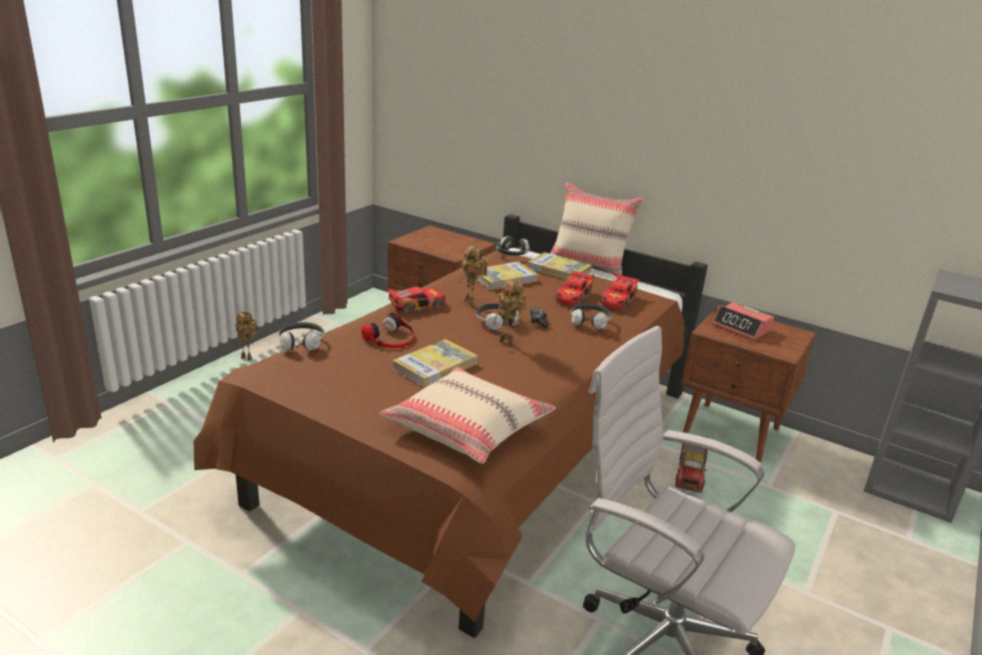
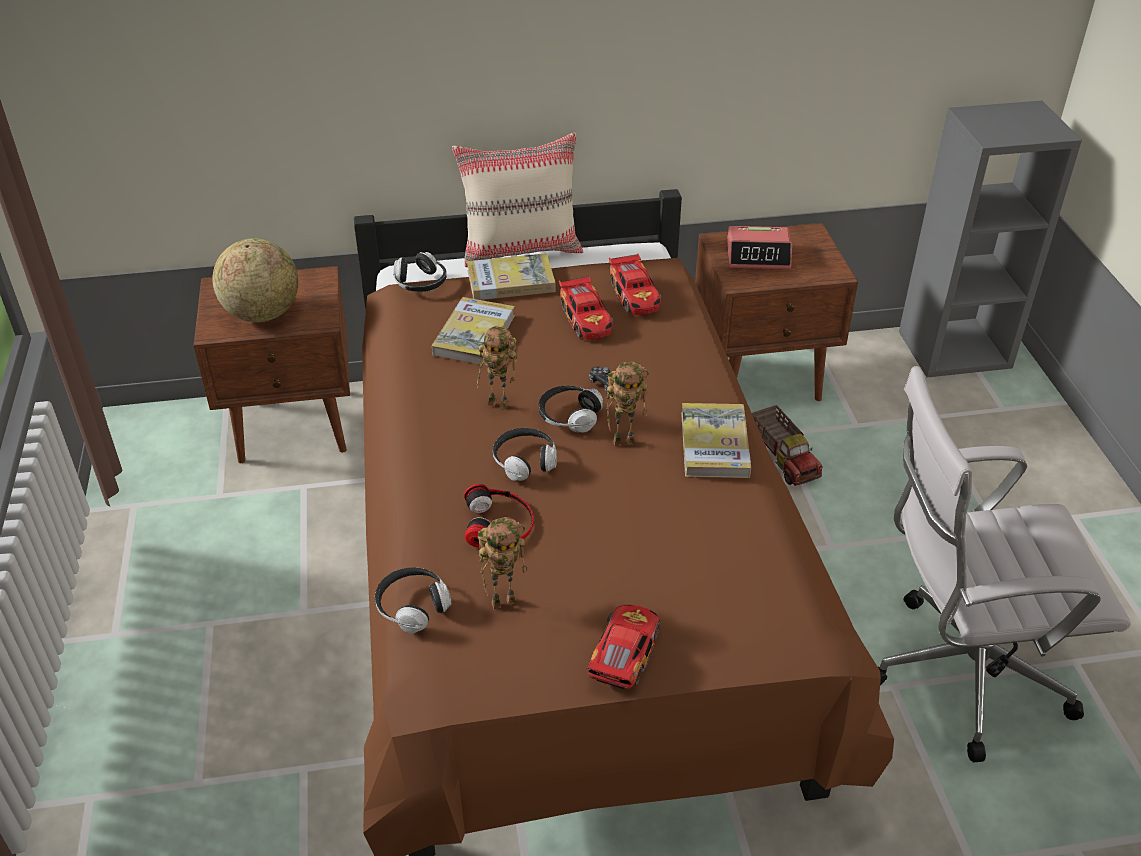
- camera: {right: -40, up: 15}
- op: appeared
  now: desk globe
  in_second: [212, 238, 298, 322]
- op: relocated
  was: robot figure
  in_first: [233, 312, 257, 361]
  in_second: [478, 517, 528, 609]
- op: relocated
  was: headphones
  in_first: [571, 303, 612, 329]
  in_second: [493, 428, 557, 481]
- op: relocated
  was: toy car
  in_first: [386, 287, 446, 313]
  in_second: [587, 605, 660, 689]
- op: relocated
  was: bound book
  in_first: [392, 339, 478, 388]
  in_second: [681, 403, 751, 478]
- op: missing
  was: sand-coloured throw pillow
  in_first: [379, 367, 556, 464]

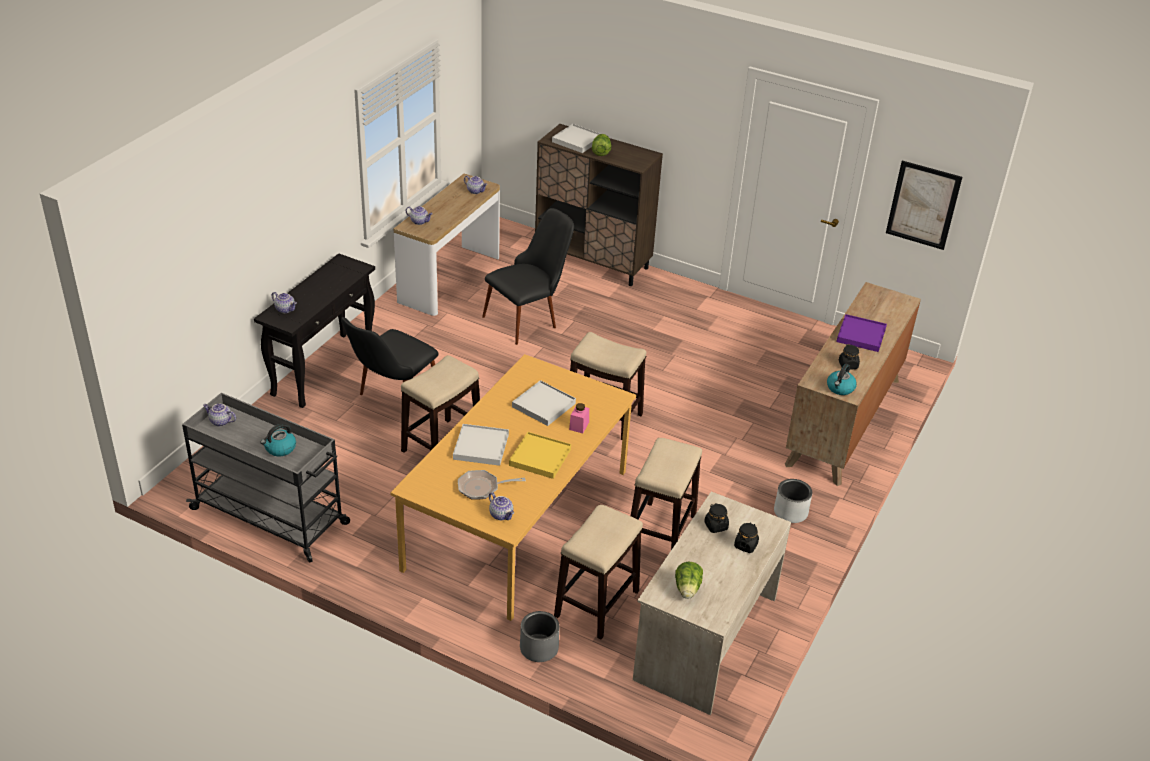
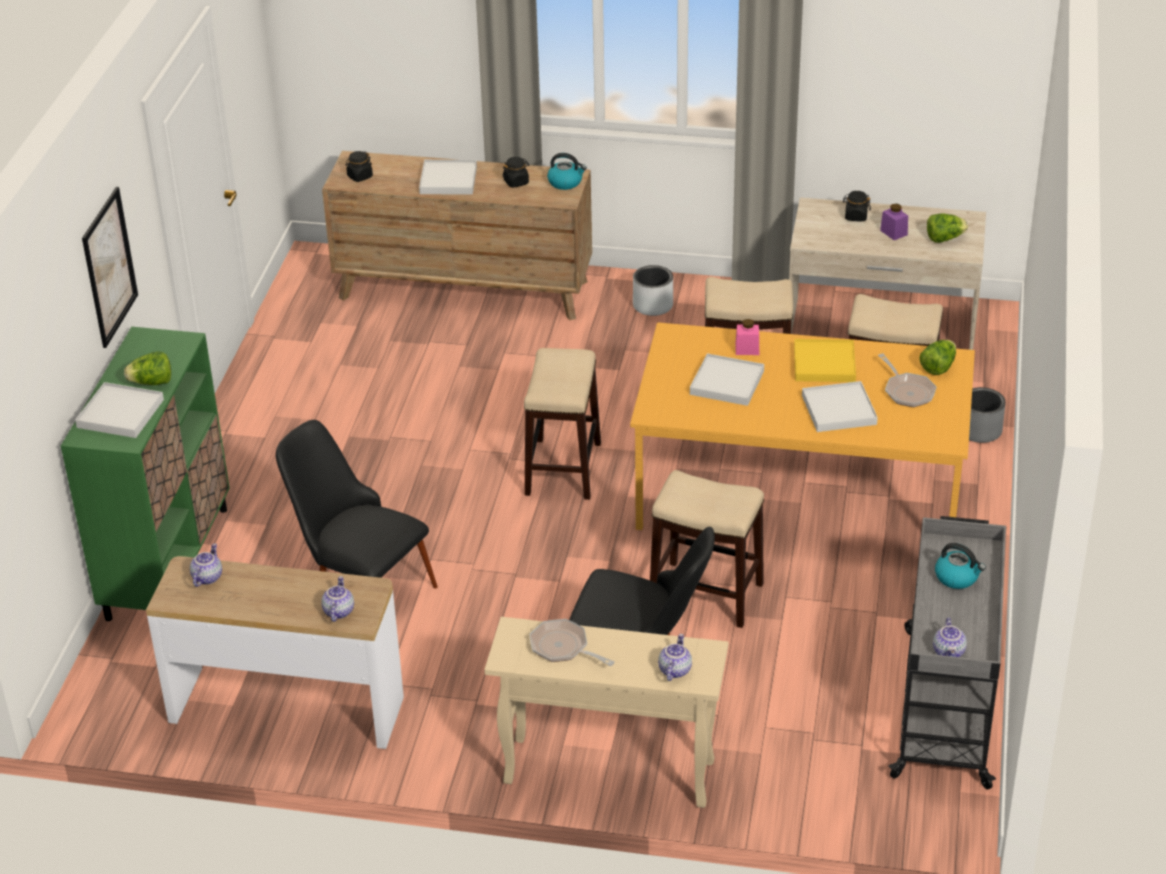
- camera: {right: -105, up: 0}
- op: colour
  was: brownish cupboard
  now: green cupboard
  in_first: [535, 124, 663, 286]
  in_second: [61, 327, 230, 621]
- op: relocated
  was: wall picture
  in_first: [886, 160, 962, 250]
  in_second: [82, 187, 138, 348]
- op: relocated
  was: black-coloured preserve jar
  in_first: [704, 503, 729, 533]
  in_second: [346, 151, 373, 182]
- op: colour
  was: purple tray
  now: white tray
  in_first: [836, 314, 887, 352]
  in_second: [419, 160, 477, 194]
- op: colour
  was: black-coloured narrow table
  now: sand-coloured narrow table
  in_first: [254, 253, 375, 408]
  in_second: [484, 617, 728, 808]
- op: appeared
  now: skillet
  in_second: [530, 619, 615, 666]
- op: appeared
  now: purple preserve jar
  in_second: [880, 204, 908, 240]
- op: exchanged
  was: teapot
  now: lettuce head
  in_first: [489, 492, 514, 520]
  in_second: [919, 340, 956, 375]

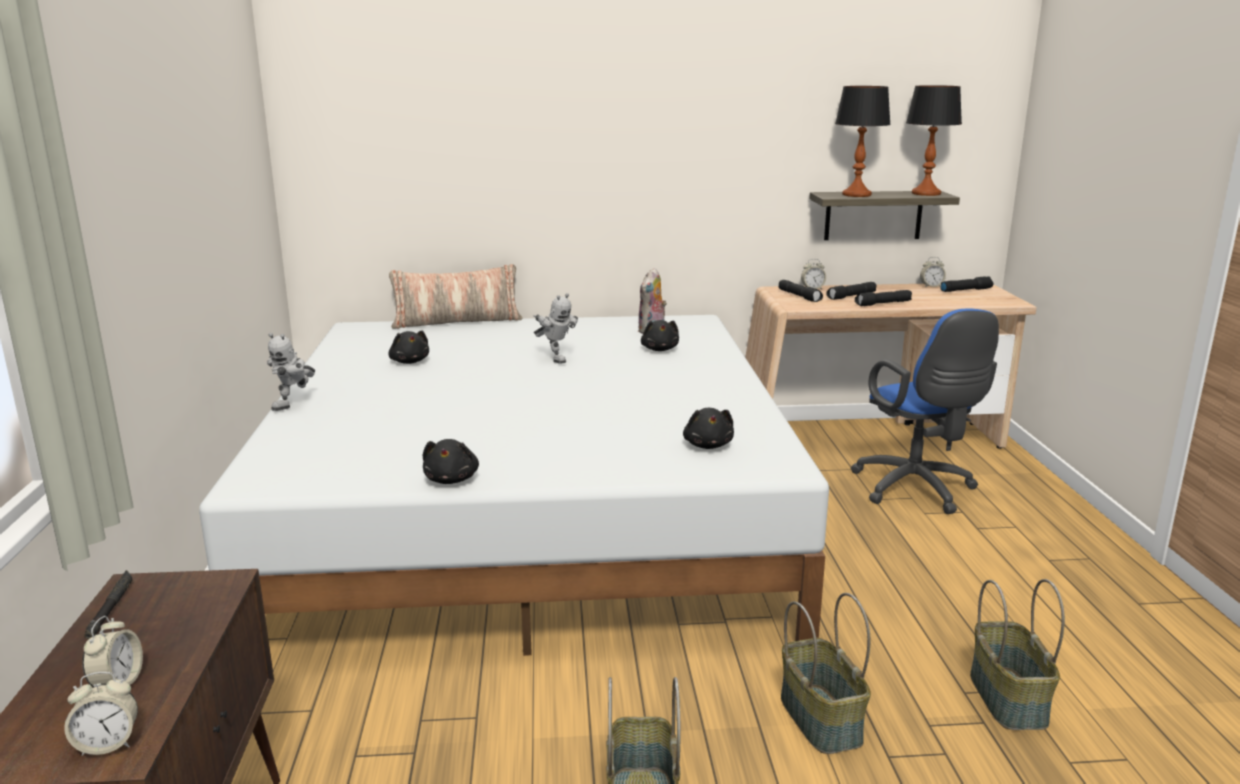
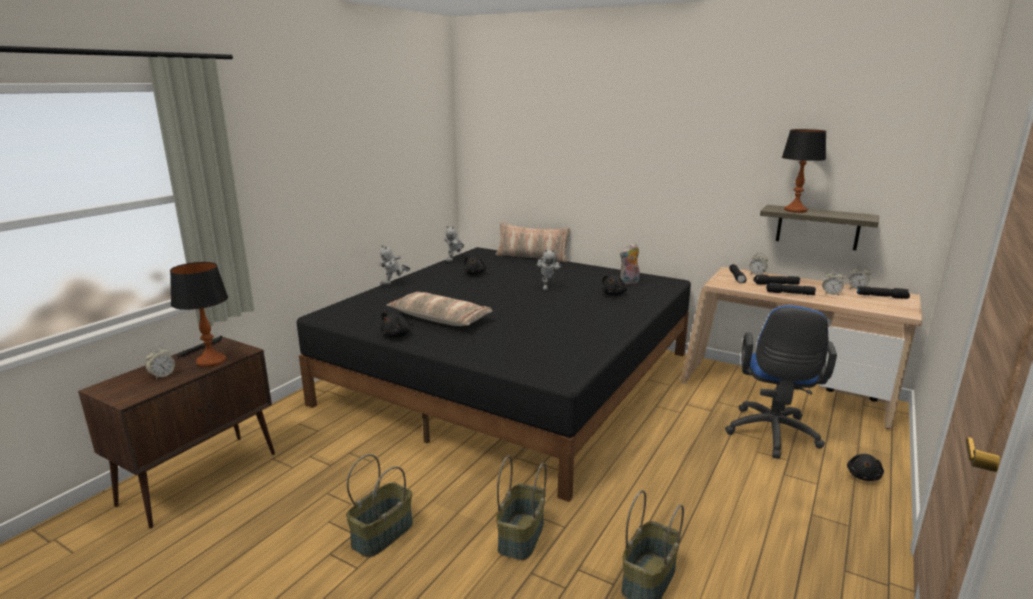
- camera: {right: 35, up: 0}
- op: relocated
  was: tabletop lamp
  in_first: [906, 85, 962, 196]
  in_second: [170, 262, 228, 367]
- op: colour
  was: white sleeping bed
  now: black-coloured sleeping bed
  in_first: [199, 315, 829, 656]
  in_second: [297, 247, 691, 502]
- op: appeared
  now: throw pillow
  in_second: [387, 292, 493, 326]
- op: appeared
  now: robot figure
  in_second: [444, 226, 464, 262]
- op: relocated
  was: bedside clock
  in_first: [64, 672, 138, 756]
  in_second: [822, 270, 844, 295]
- op: relocated
  was: black-coloured soft toy
  in_first: [683, 408, 734, 449]
  in_second: [847, 454, 884, 481]

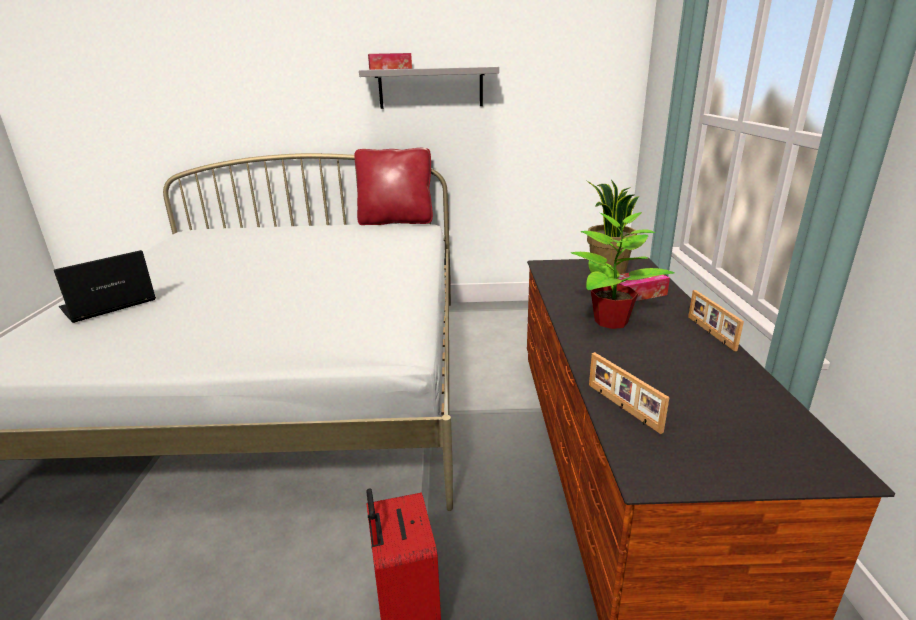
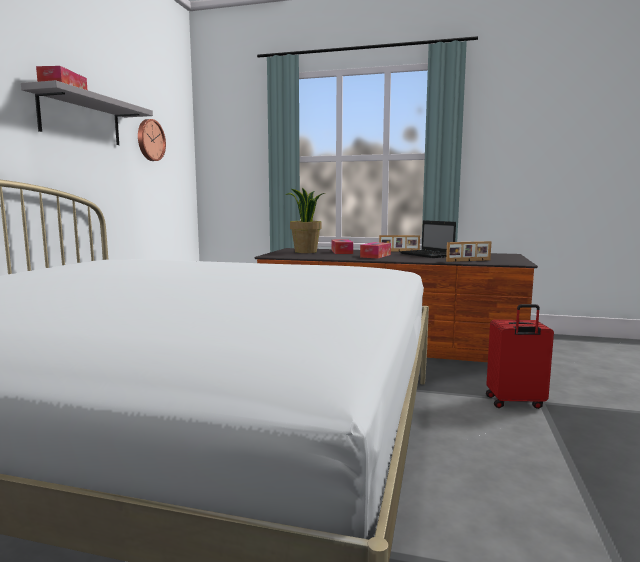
- camera: {right: -75, up: -15}
- op: appeared
  now: wall clock
  in_second: [138, 119, 166, 161]
- op: exchanged
  was: plant in a pot
  now: box of tissues
  in_first: [571, 209, 675, 329]
  in_second: [360, 242, 391, 259]
- op: relocated
  was: laptop
  in_first: [54, 250, 156, 323]
  in_second: [400, 220, 456, 258]
- op: missing
  was: reddish throw pillow
  in_first: [354, 148, 433, 225]

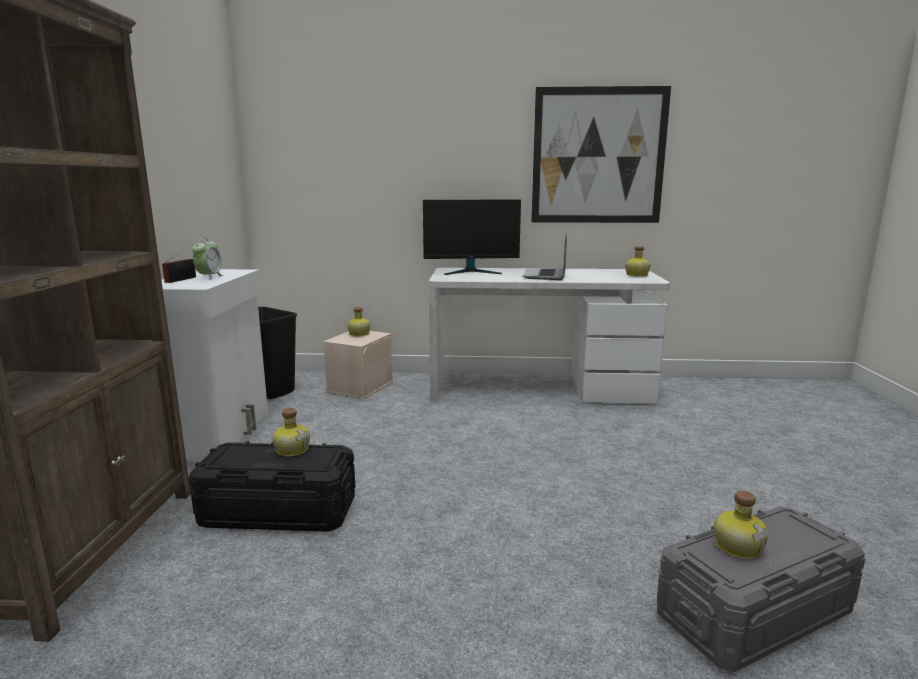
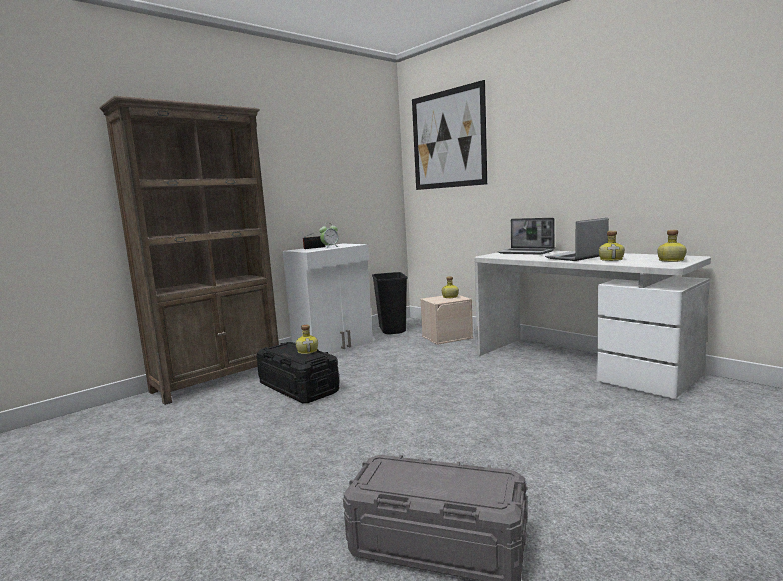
- camera: {right: 45, up: -5}
- op: relocated
  was: wall picture
  in_first: [531, 86, 671, 223]
  in_second: [412, 80, 487, 190]
- op: exchanged
  was: computer screen
  now: laptop
  in_first: [423, 200, 521, 275]
  in_second: [497, 218, 554, 255]
- op: relocated
  was: beverage bottle
  in_first: [714, 490, 769, 559]
  in_second: [599, 231, 625, 261]

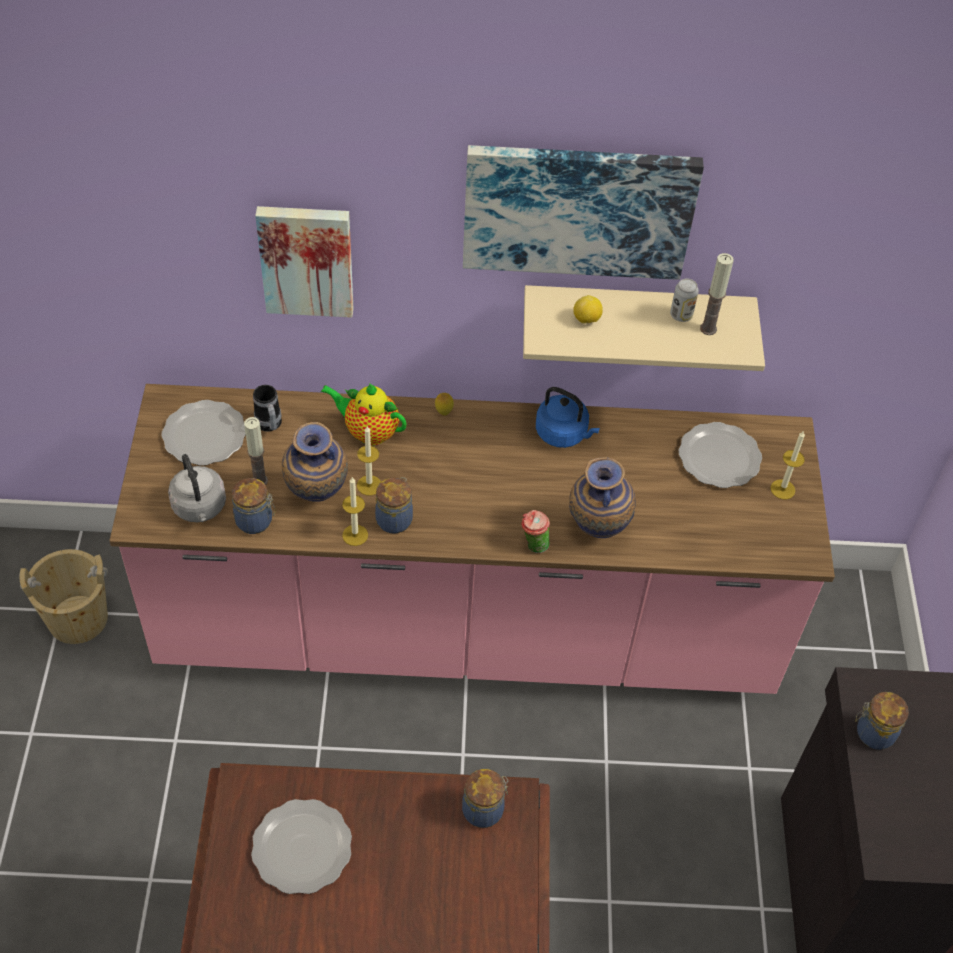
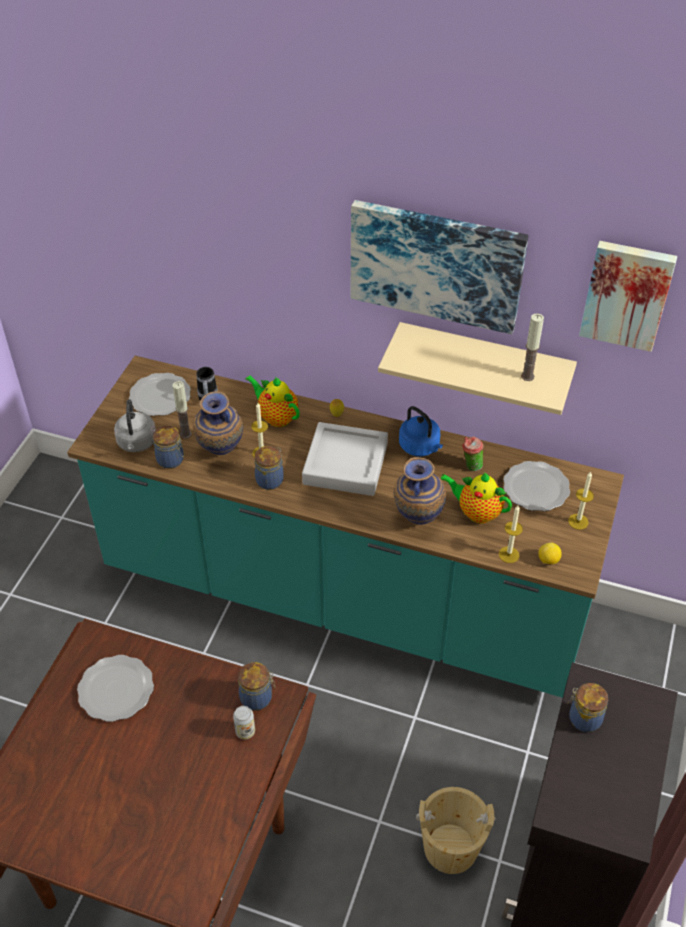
- camera: {right: 20, up: -5}
- op: colour
  was: pinkish kitchen counter
  now: turquoise kitchen counter
  in_first: [109, 384, 835, 694]
  in_second: [67, 356, 624, 698]
- op: relocated
  was: sealed can
  in_first: [670, 278, 699, 322]
  in_second: [233, 706, 255, 739]
- op: appeared
  now: grey tray
  in_second: [302, 422, 388, 496]
- op: relocated
  was: sand-coloured water bucket
  in_first: [19, 549, 108, 644]
  in_second: [416, 787, 496, 874]
- op: appeared
  now: teapot
  in_second: [441, 472, 512, 523]
- op: relocated
  was: drinking cup
  in_first: [521, 510, 550, 553]
  in_second: [462, 437, 484, 471]
- op: relocated
  was: candle
  in_first: [342, 477, 368, 546]
  in_second: [499, 505, 523, 563]
- op: relocated
  was: lemon
  in_first: [573, 295, 603, 324]
  in_second: [538, 542, 562, 564]
- op: relocated
  was: wall picture
  in_first: [255, 206, 353, 318]
  in_second: [579, 241, 677, 352]

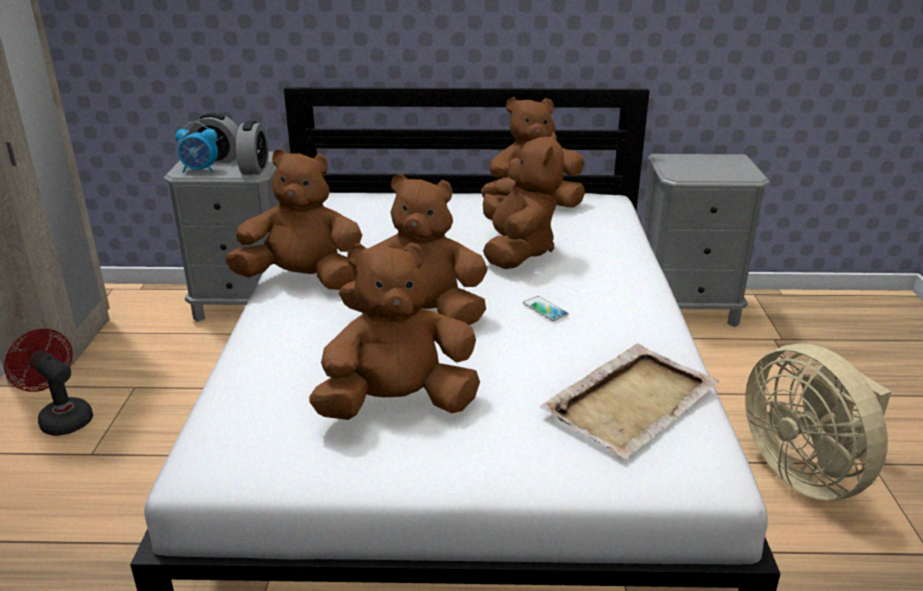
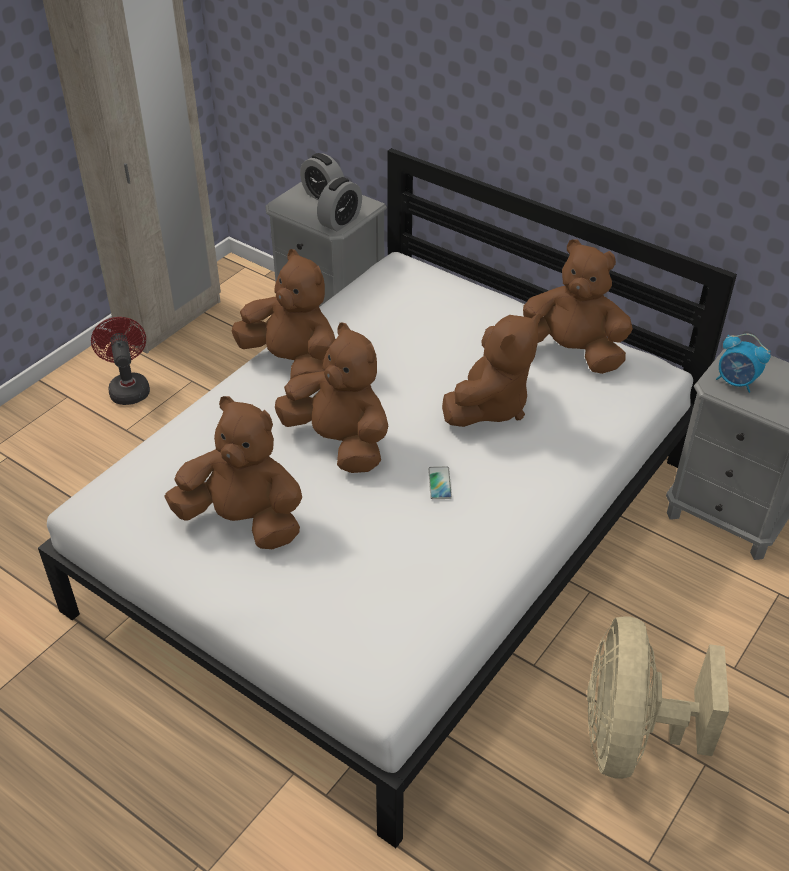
- camera: {right: 35, up: 15}
- op: relocated
  was: bedside clock
  in_first: [175, 121, 218, 173]
  in_second: [716, 334, 771, 393]
- op: missing
  was: sand-coloured tray
  in_first: [540, 344, 719, 459]

